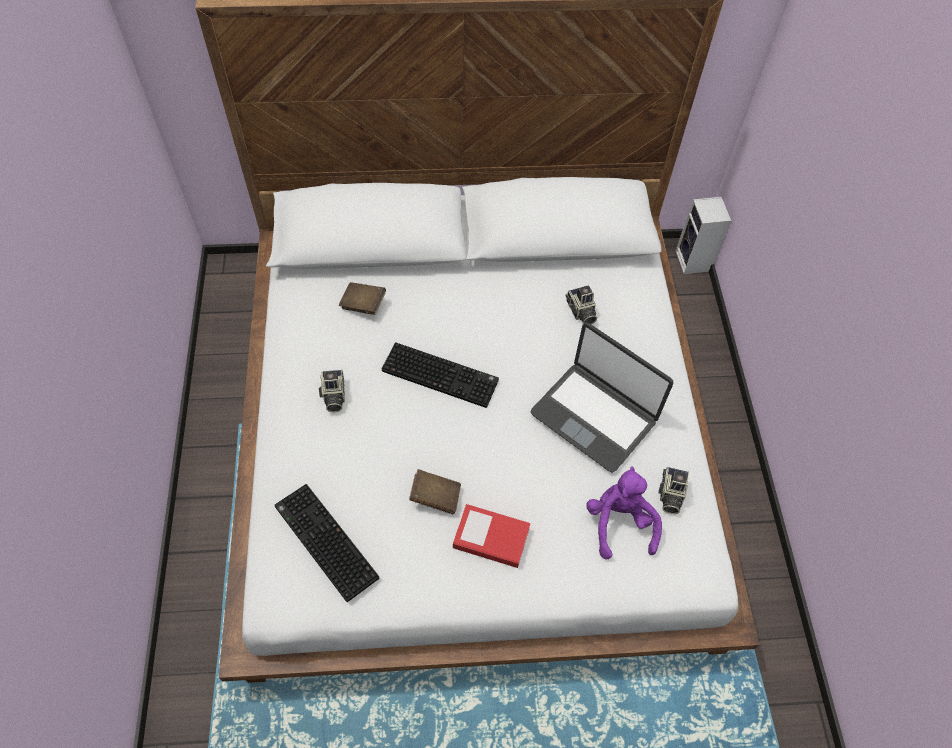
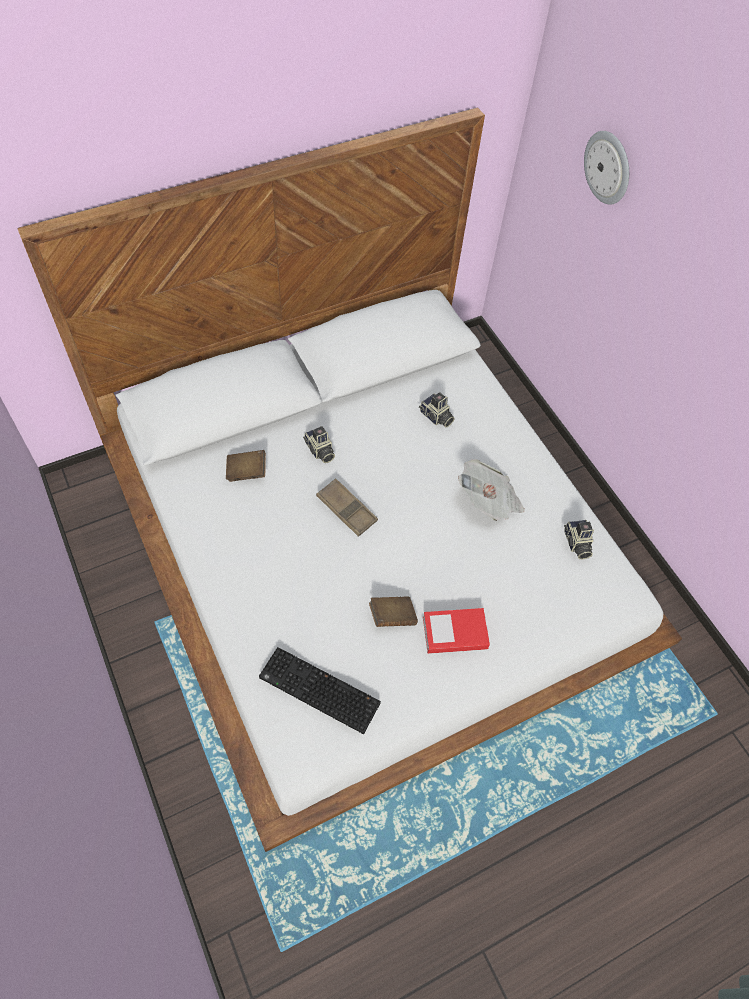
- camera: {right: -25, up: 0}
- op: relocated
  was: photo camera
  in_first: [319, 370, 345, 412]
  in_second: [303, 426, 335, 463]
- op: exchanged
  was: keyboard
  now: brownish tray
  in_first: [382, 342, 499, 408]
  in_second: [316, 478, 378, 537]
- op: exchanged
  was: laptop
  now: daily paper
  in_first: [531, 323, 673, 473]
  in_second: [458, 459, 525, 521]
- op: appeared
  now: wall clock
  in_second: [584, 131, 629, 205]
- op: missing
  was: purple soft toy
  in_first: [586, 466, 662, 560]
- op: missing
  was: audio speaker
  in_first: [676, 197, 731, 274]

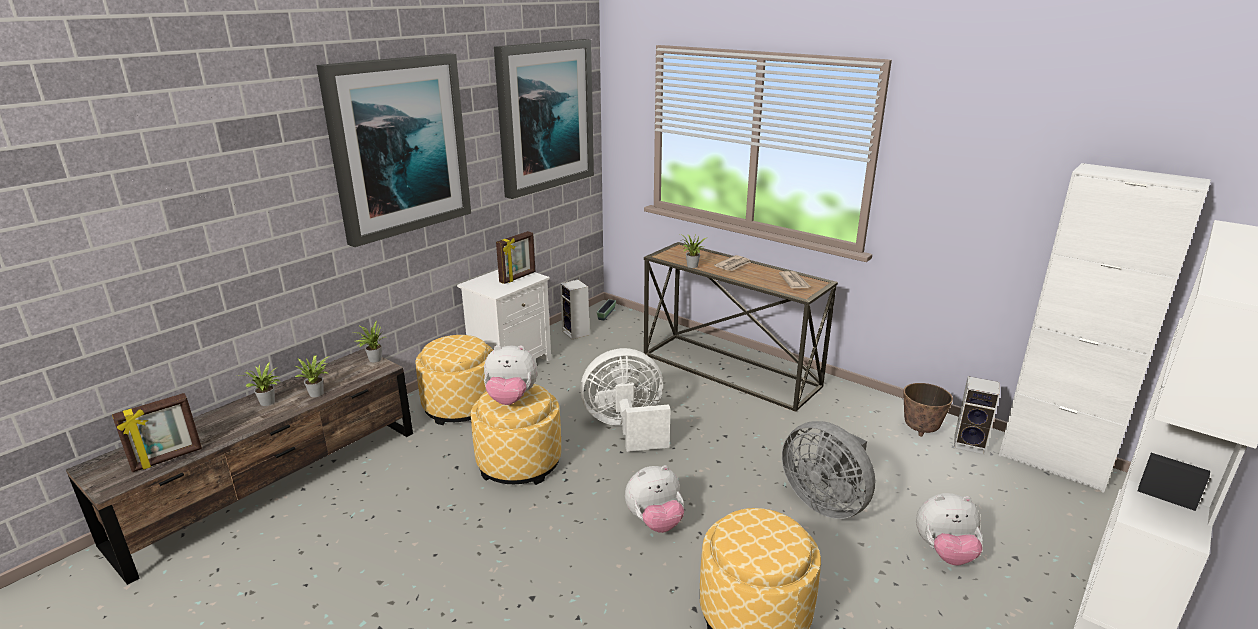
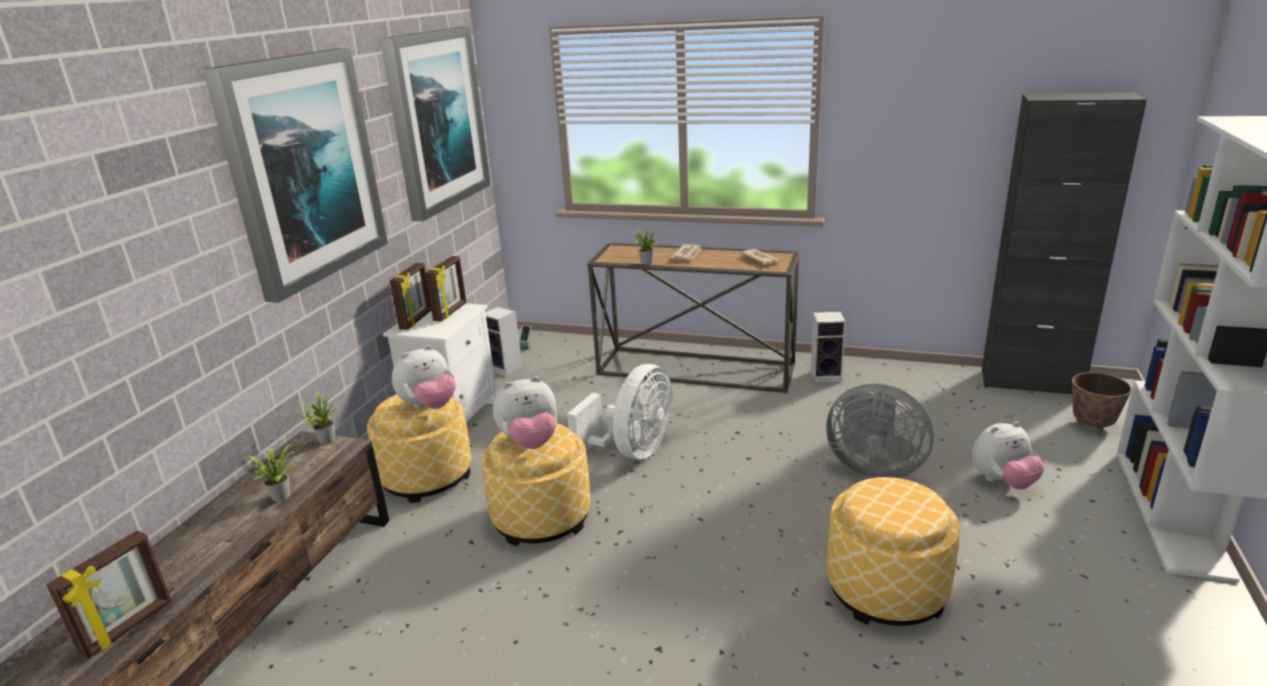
- camera: {right: -20, up: 0}
- op: appeared
  now: standing frame
  in_second: [390, 263, 431, 330]
- op: relocated
  was: soft toy
  in_first: [625, 465, 684, 533]
  in_second: [392, 345, 456, 409]
- op: spun
  was: white electric fan
  in_first: [580, 348, 671, 452]
  in_second: [567, 364, 672, 459]
  clockwise: 150
- op: relocated
  was: audio speaker
  in_first: [954, 376, 1000, 455]
  in_second: [810, 312, 846, 383]
- op: colour
  was: white cupboard
  now: black-coloured cupboard
  in_first: [999, 163, 1211, 493]
  in_second: [982, 93, 1147, 394]
- op: relocated
  was: flower pot
  in_first: [903, 383, 953, 437]
  in_second: [1072, 372, 1132, 432]
- op: missing
  was: plant in a pot
  in_first: [238, 361, 280, 406]

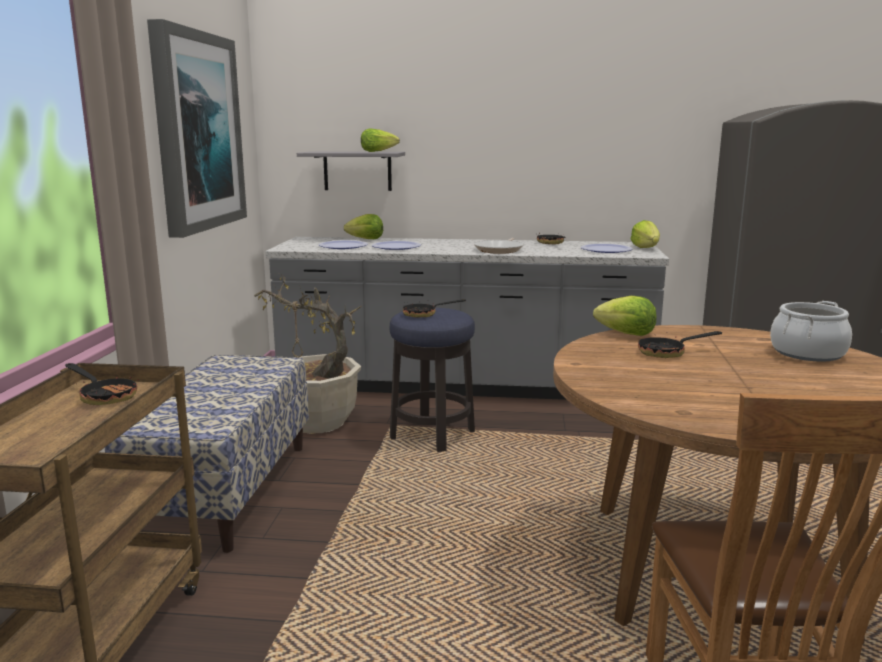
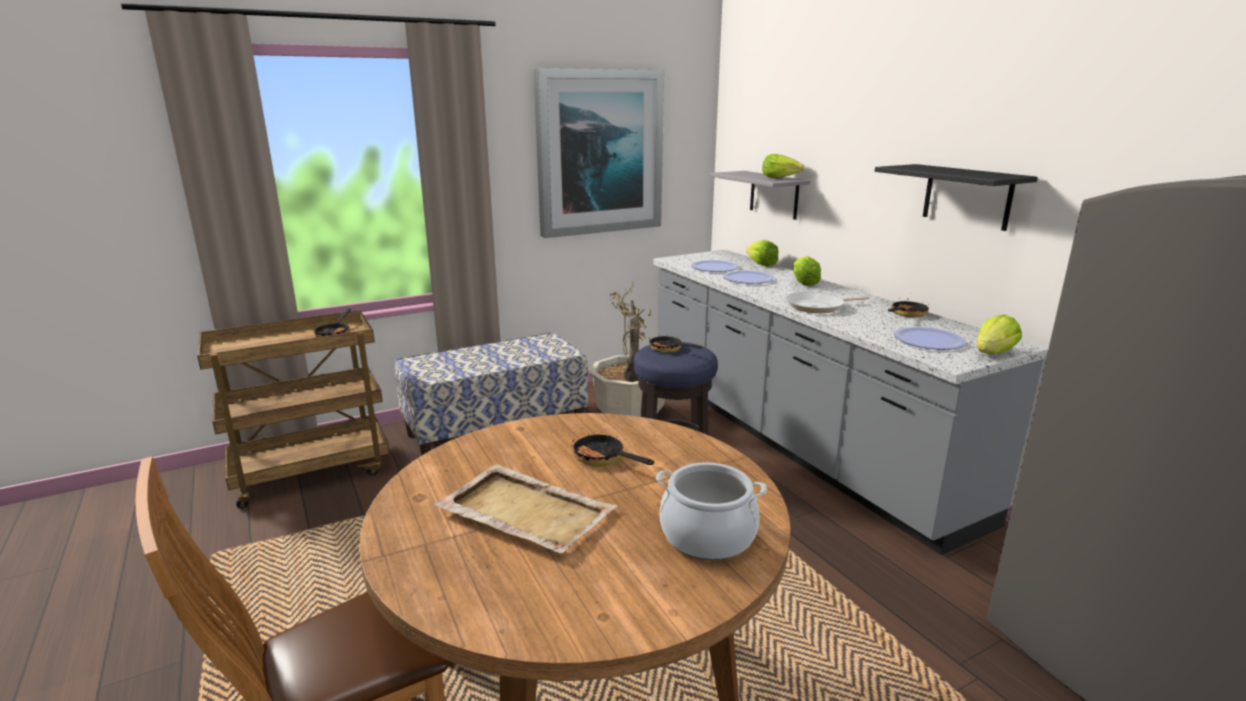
- camera: {right: 55, up: 5}
- op: appeared
  now: sand-coloured tray
  in_second: [434, 464, 617, 553]
- op: relocated
  was: lettuce head
  in_first: [593, 296, 657, 336]
  in_second: [793, 256, 821, 286]
- op: appeared
  now: black-coloured wall shelf
  in_second: [875, 164, 1038, 231]

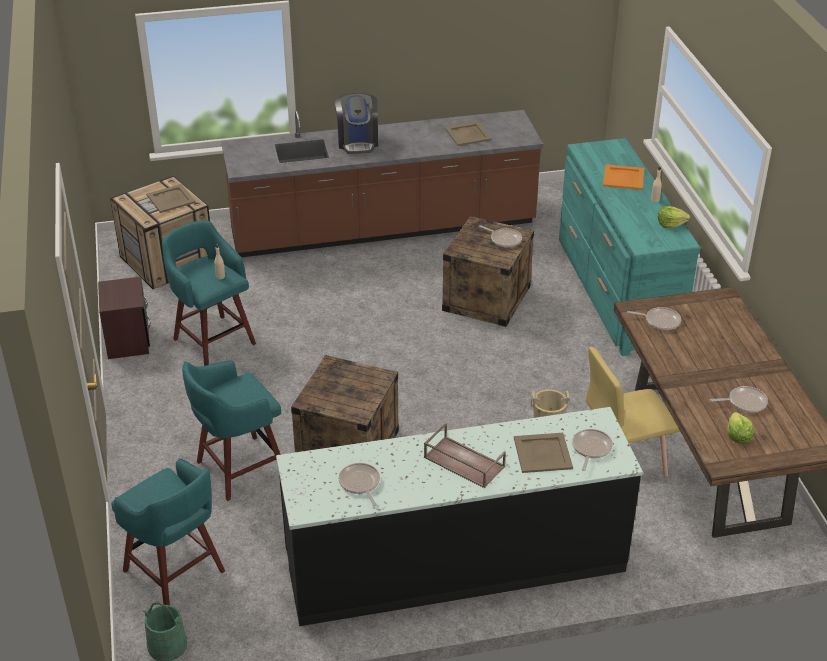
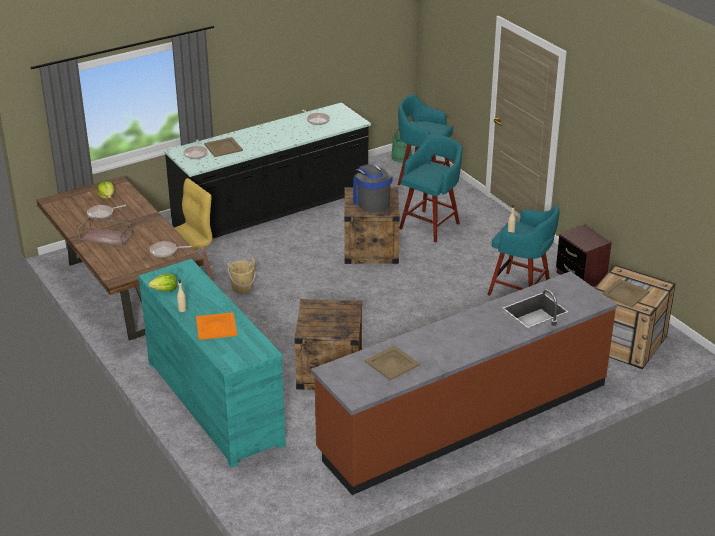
- camera: {right: 160, up: -5}
- op: relocated
  was: brownish tray
  in_first: [424, 423, 506, 488]
  in_second: [78, 217, 133, 247]
- op: relocated
  was: coffee brewer
  in_first: [335, 93, 378, 154]
  in_second: [353, 164, 393, 212]
- op: missing
  was: skillet
  in_first: [479, 225, 522, 248]

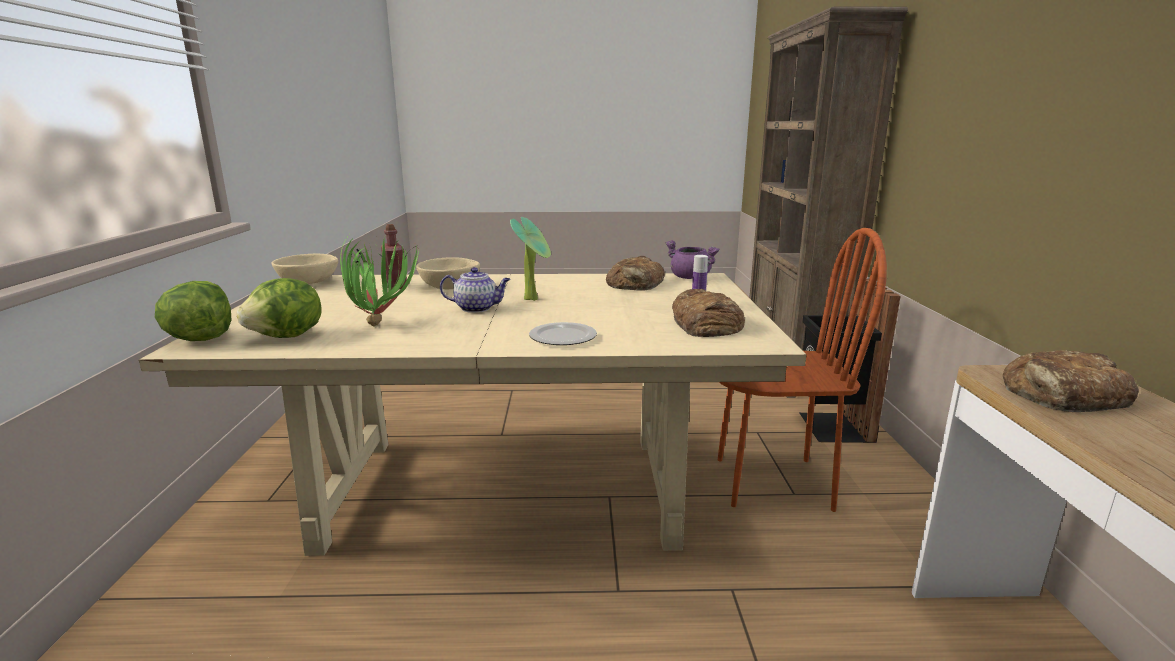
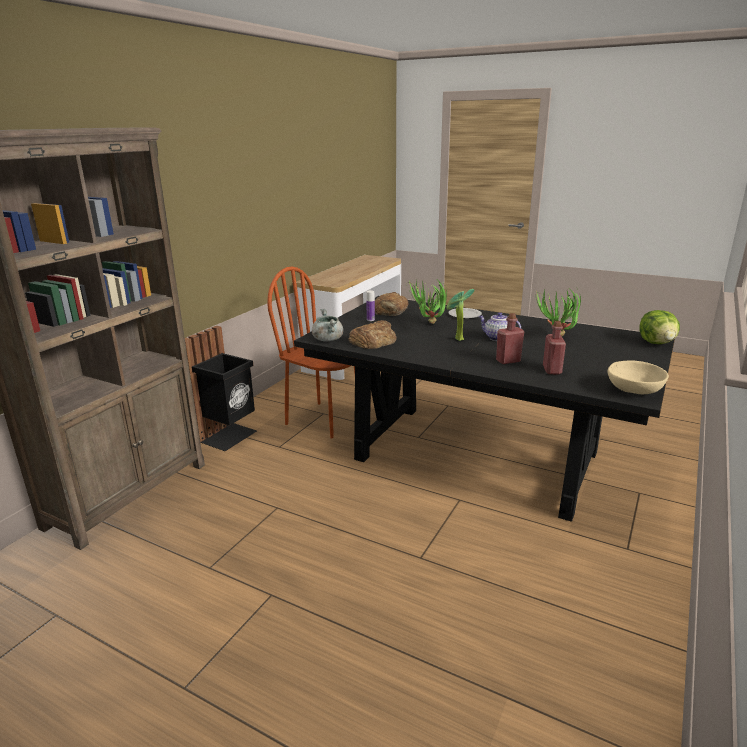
- camera: {right: -150, up: 5}
- op: colour
  was: sand-coloured kitchen table
  now: black-coloured kitchen table
  in_first: [139, 273, 806, 556]
  in_second: [294, 296, 675, 522]
- op: colour
  was: purple cooking pot
  now: grey cooking pot
  in_first: [665, 240, 720, 279]
  in_second: [312, 309, 343, 341]
- op: appeared
  now: plant in a pot
  in_second: [408, 279, 447, 324]
- op: exchanged
  was: sand-coloured bowl
  now: reddish beverage bottle
  in_first: [416, 257, 480, 289]
  in_second: [496, 313, 524, 364]
- op: missing
  was: lettuce head
  in_first: [237, 278, 322, 338]
- op: missing
  was: bread
  in_first: [1003, 350, 1139, 412]

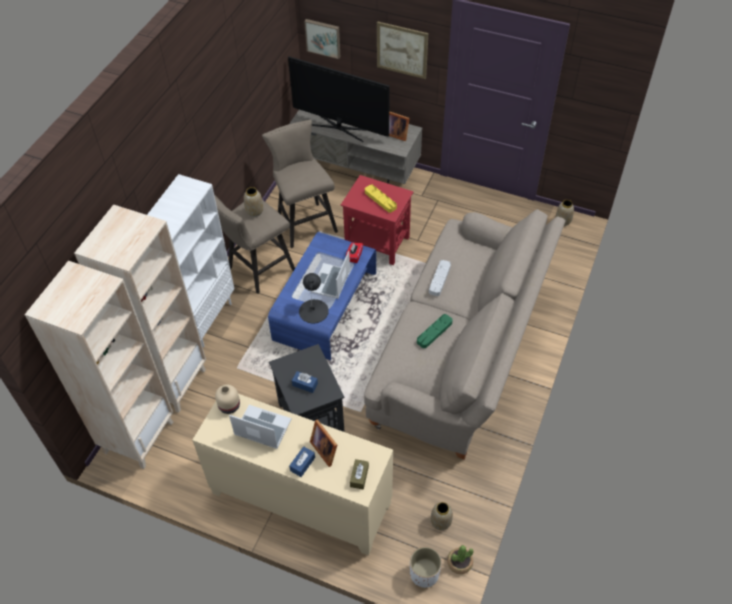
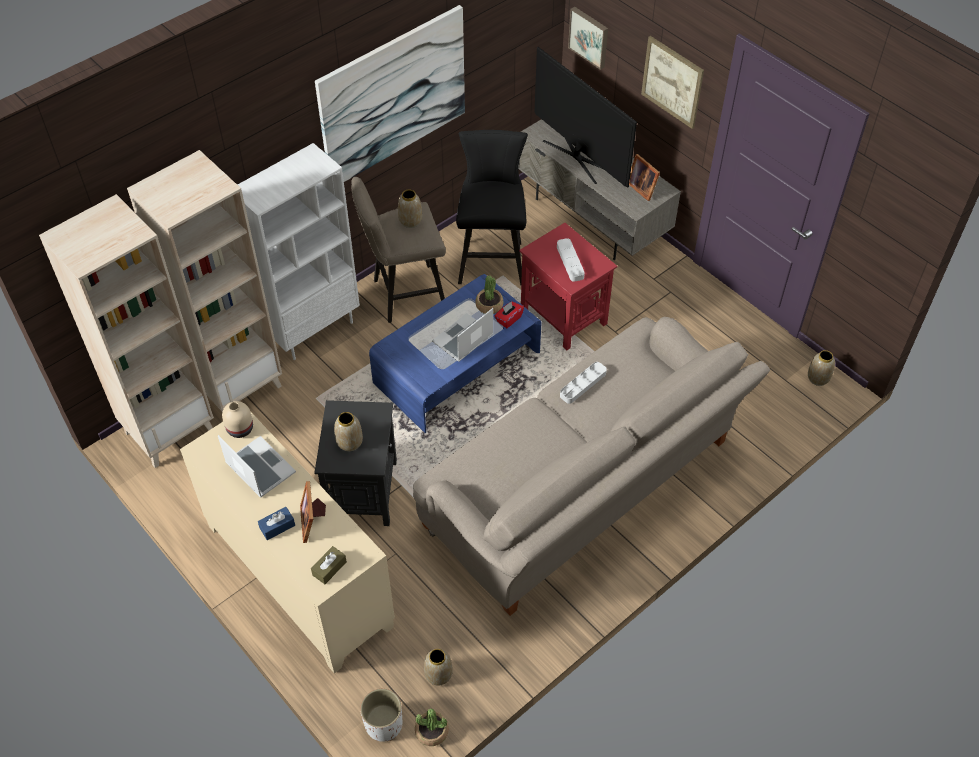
- camera: {right: 25, up: 0}
- op: appeared
  now: wall picture
  in_second: [315, 5, 465, 182]
- op: exchanged
  was: blue-coloured box of tissues
  now: vase
  in_first: [292, 371, 318, 393]
  in_second: [334, 412, 363, 452]
- op: colour
  was: sand-coloured sitting stool
  now: black-coloured sitting stool
  in_first: [262, 120, 338, 248]
  in_second: [456, 130, 528, 285]
- op: appeared
  now: plant in a pot
  in_second: [475, 275, 504, 314]
- op: colour
  was: yellow tray
  now: grey tray
  in_first: [365, 185, 397, 213]
  in_second: [557, 238, 585, 282]
- op: missing
  was: black-coloured tabletop lamp
  in_first: [299, 273, 329, 324]
- op: missing
  was: green tray
  in_first: [417, 314, 453, 348]

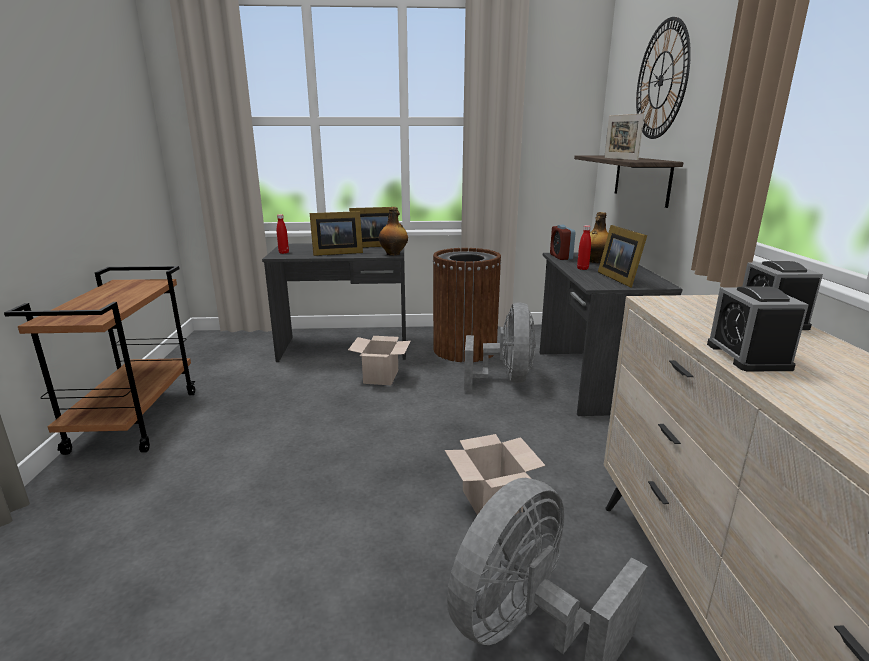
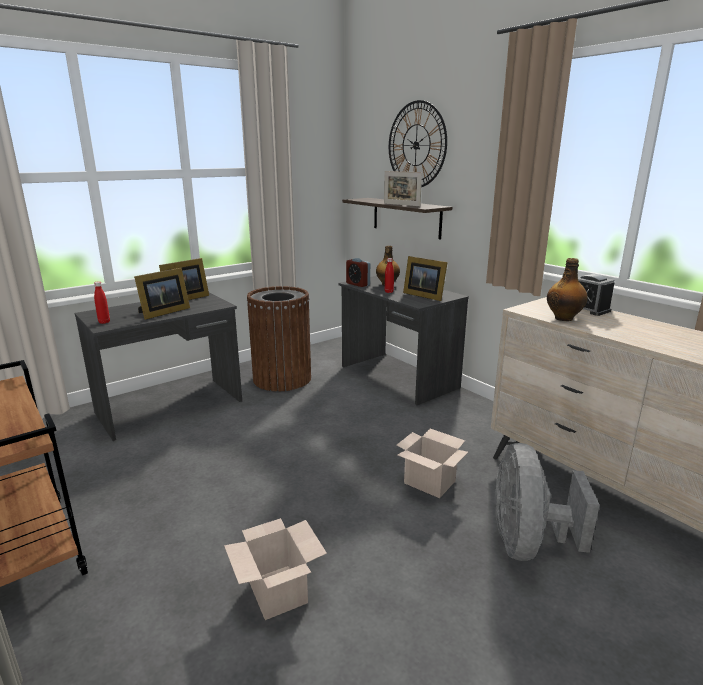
- camera: {right: -35, up: 0}
- op: relocated
  was: cardboard box
  in_first: [348, 336, 411, 385]
  in_second: [224, 518, 327, 620]
- op: relocated
  was: beverage bottle
  in_first: [379, 207, 408, 256]
  in_second: [547, 258, 588, 321]
- op: missing
  was: grey electric fan
  in_first: [464, 302, 536, 391]
- op: missing
  was: bedside clock
  in_first: [707, 286, 809, 371]

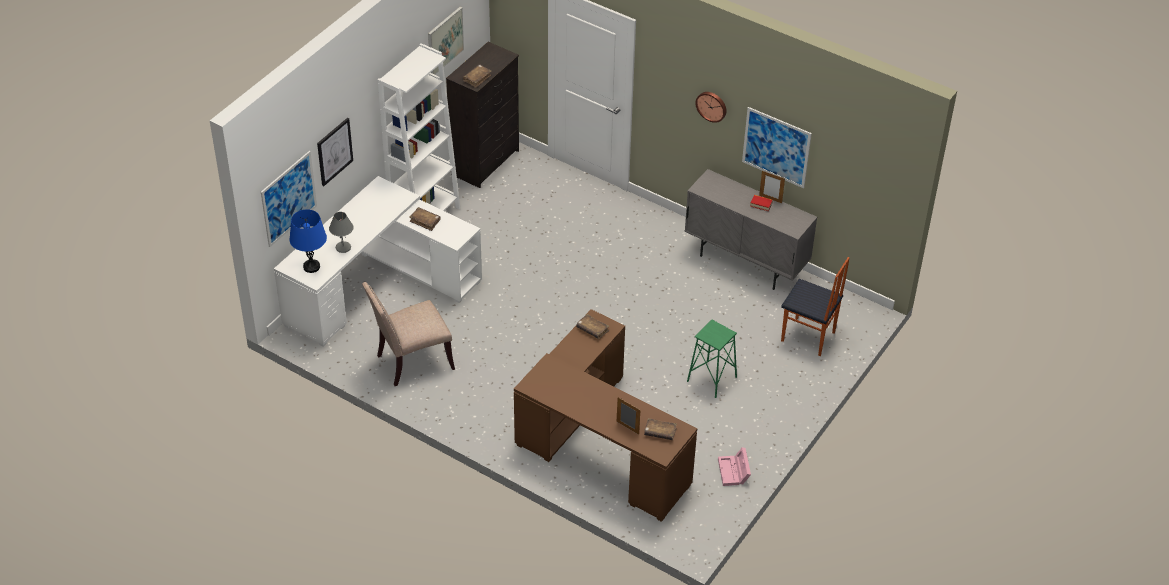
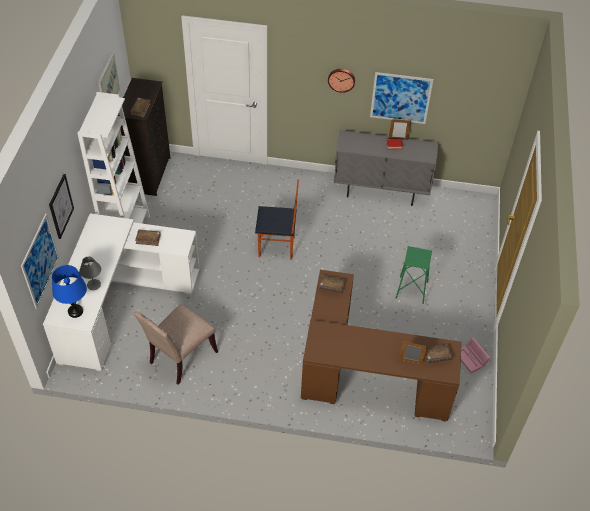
- camera: {right: -25, up: 5}
- op: relocated
  was: chair
  in_first: [781, 257, 850, 356]
  in_second: [255, 180, 299, 260]

